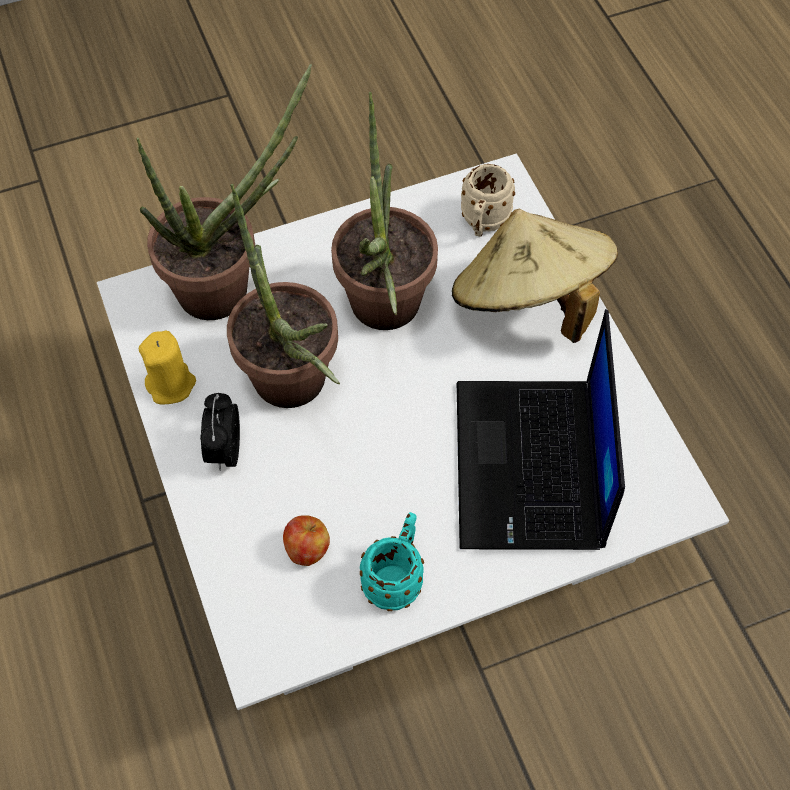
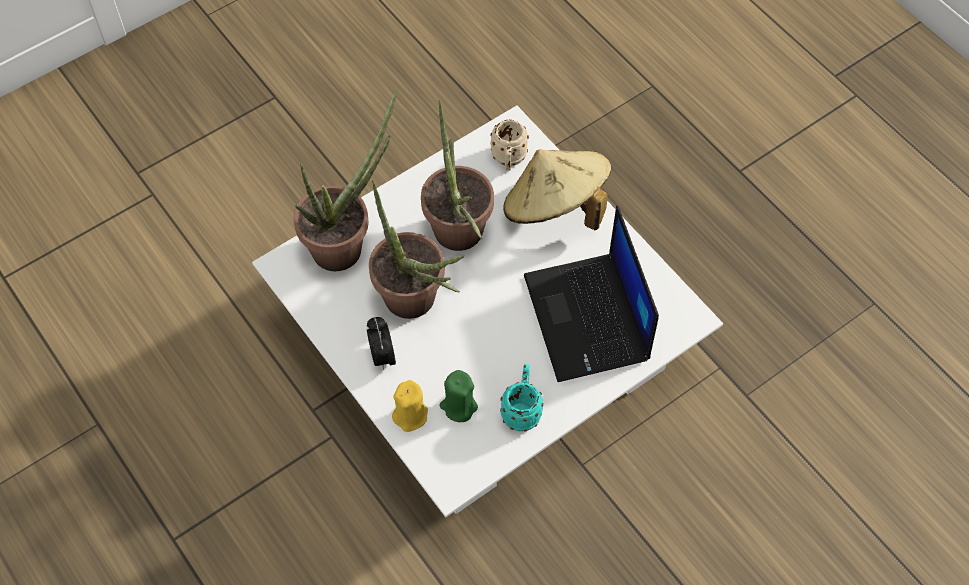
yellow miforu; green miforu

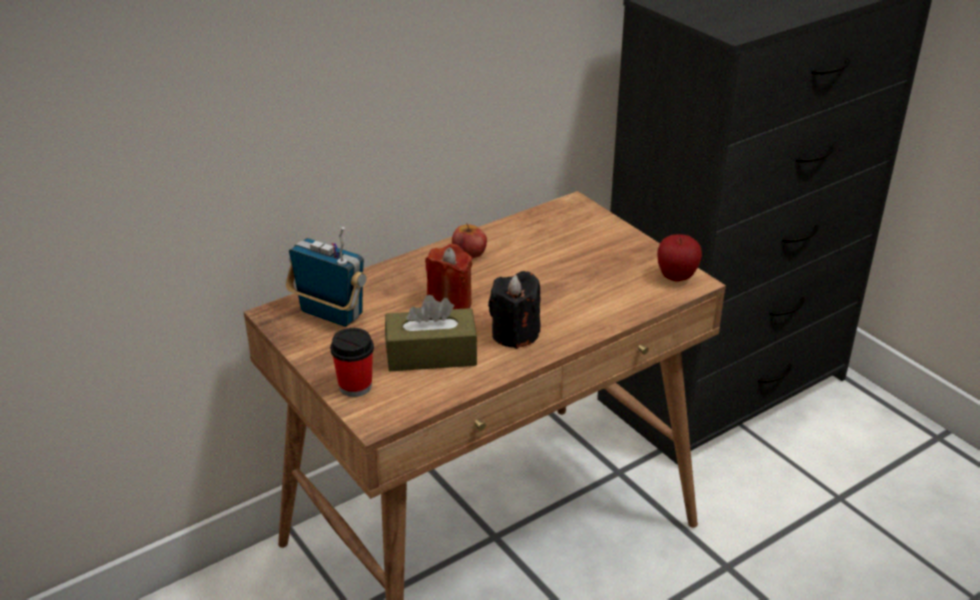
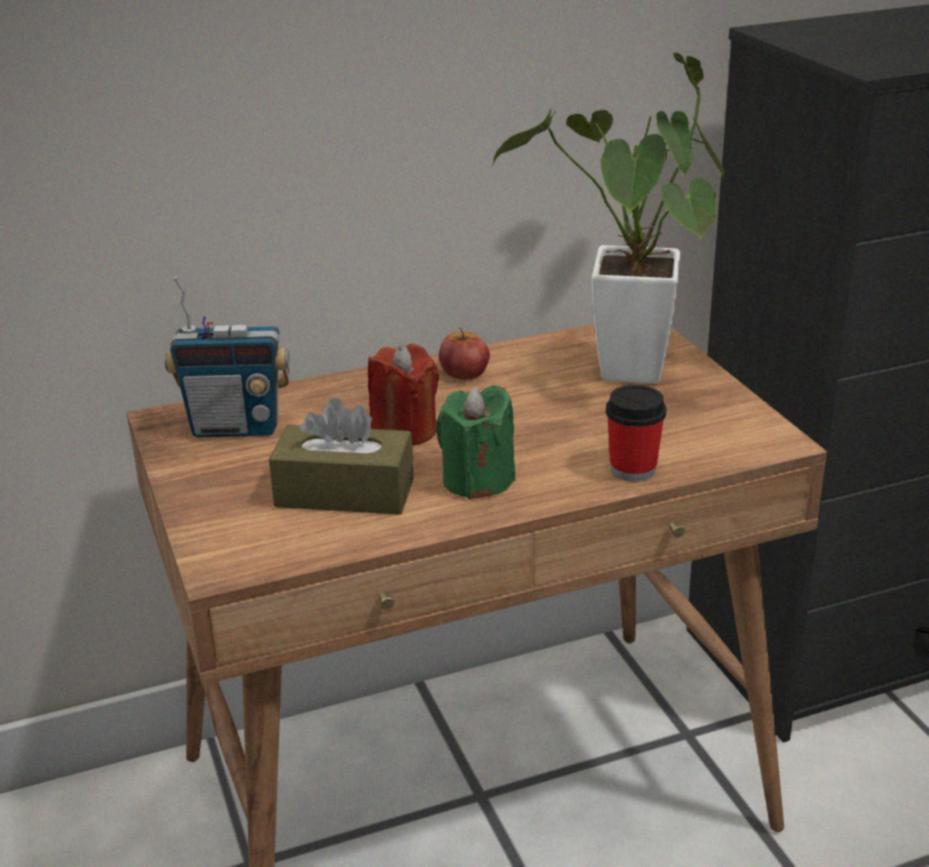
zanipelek; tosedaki (2nd from left in the first image); green miforu; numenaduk; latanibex

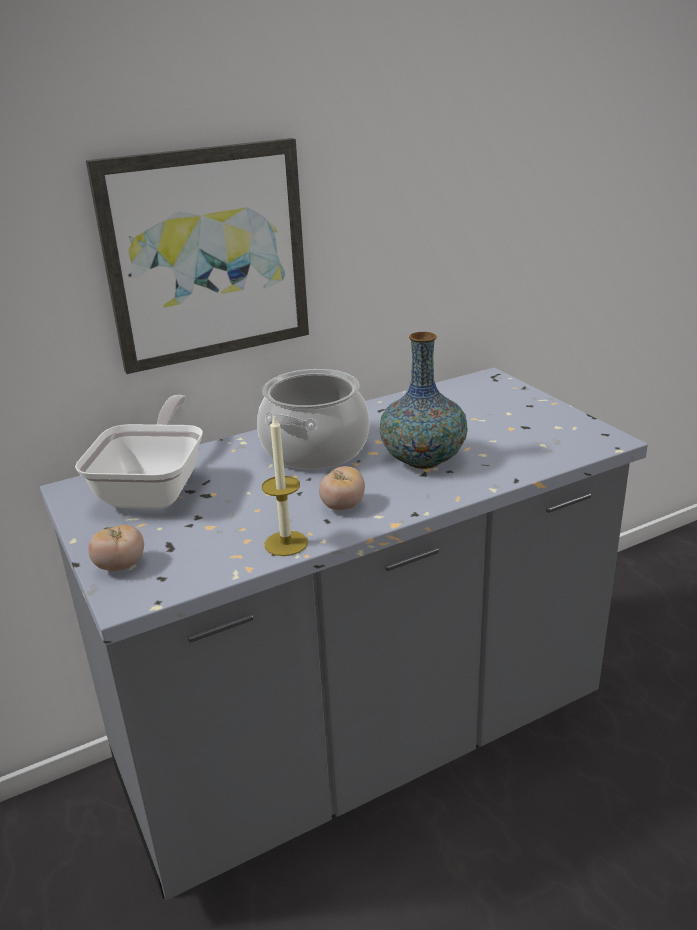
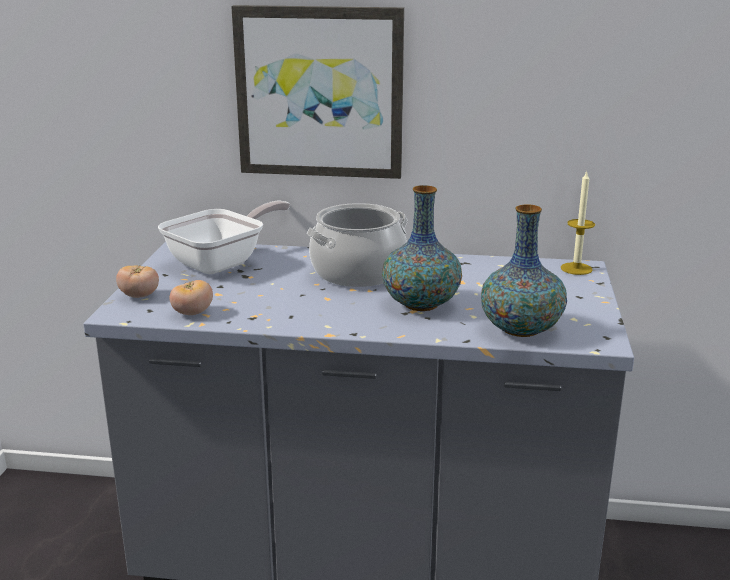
miforu; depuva (2nd from left); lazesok (2nd from left)

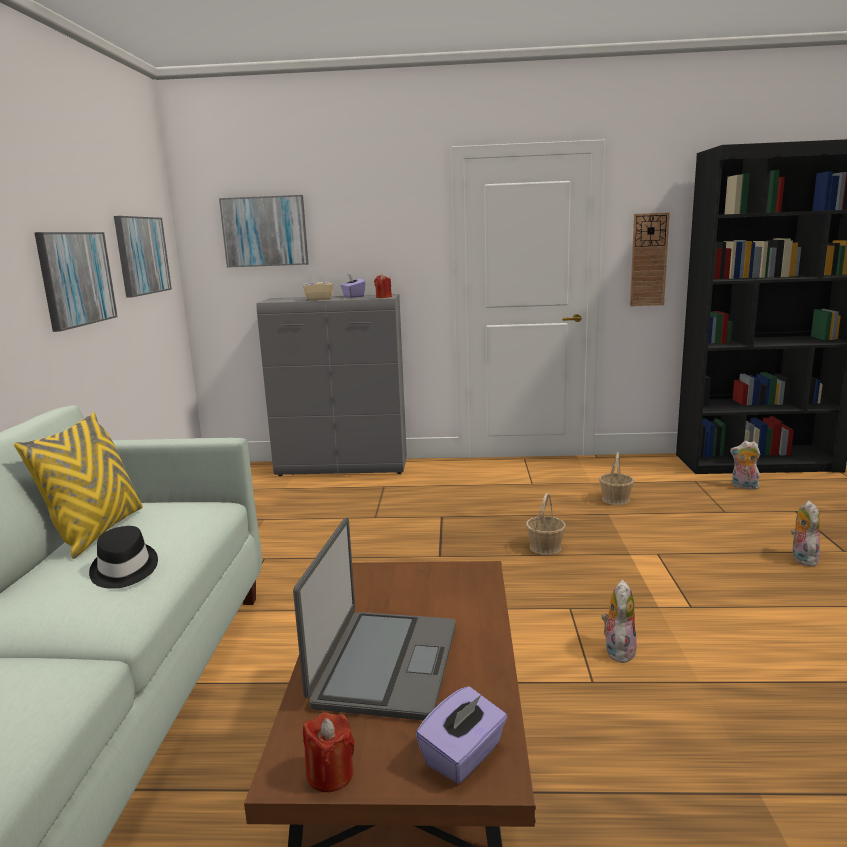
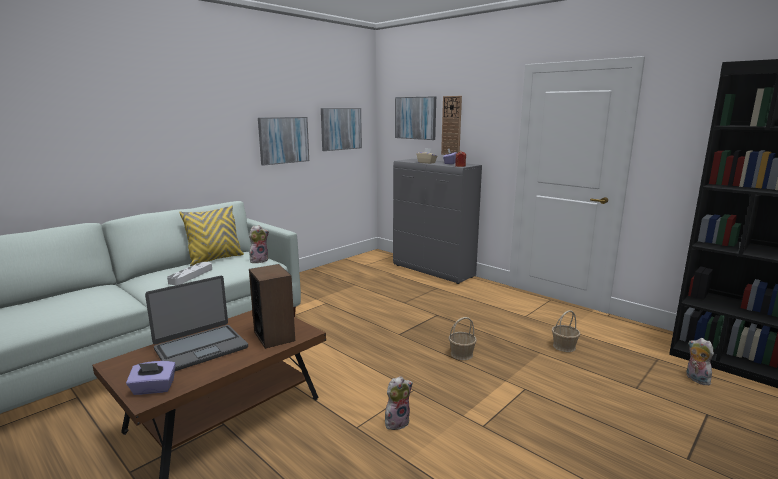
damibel; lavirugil (1st from left); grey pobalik; red miforu (1st from left in the first image); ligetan

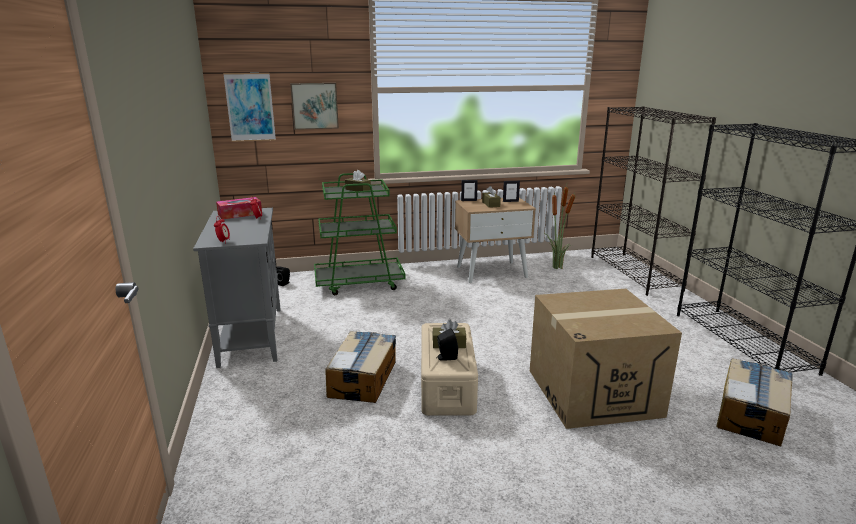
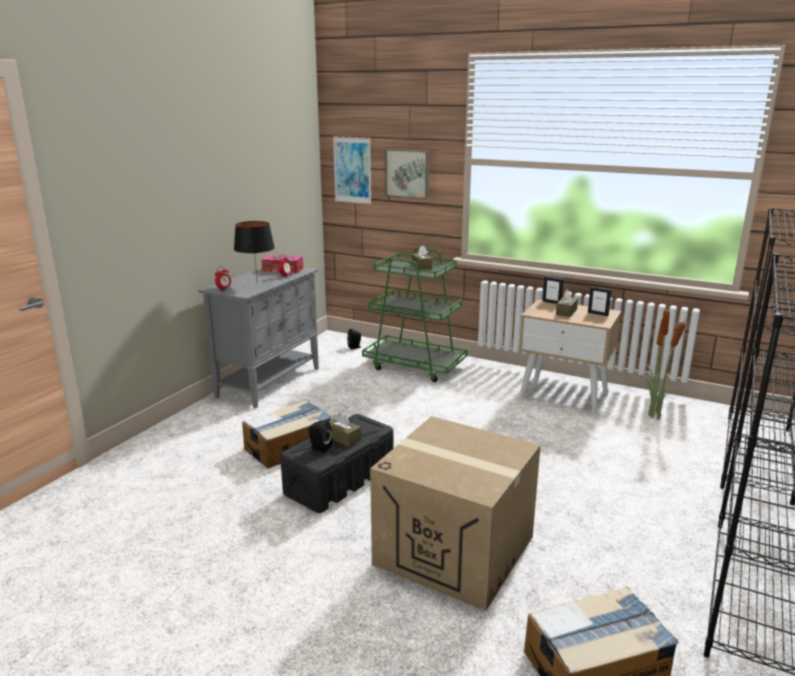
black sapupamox; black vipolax

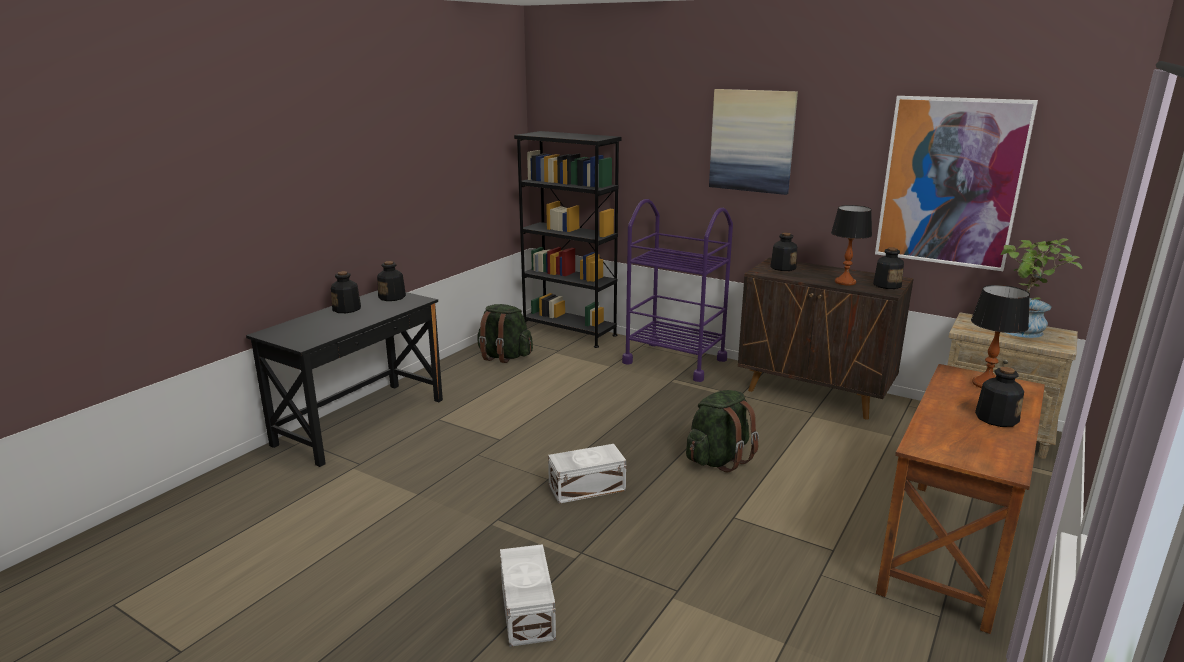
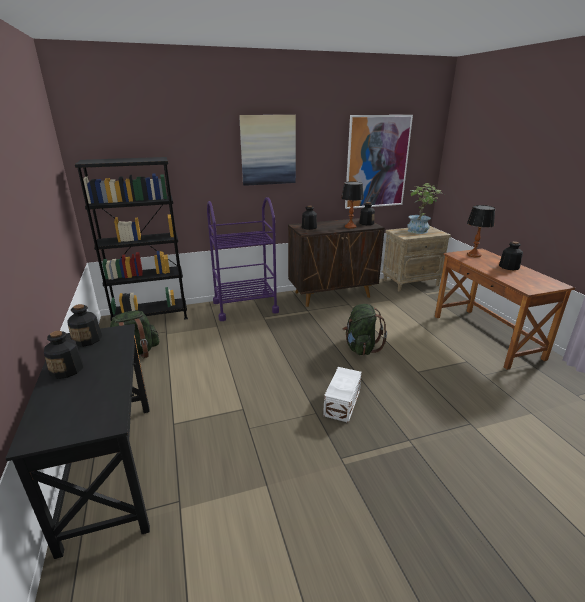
white sapupamox (1st from left in the first image)

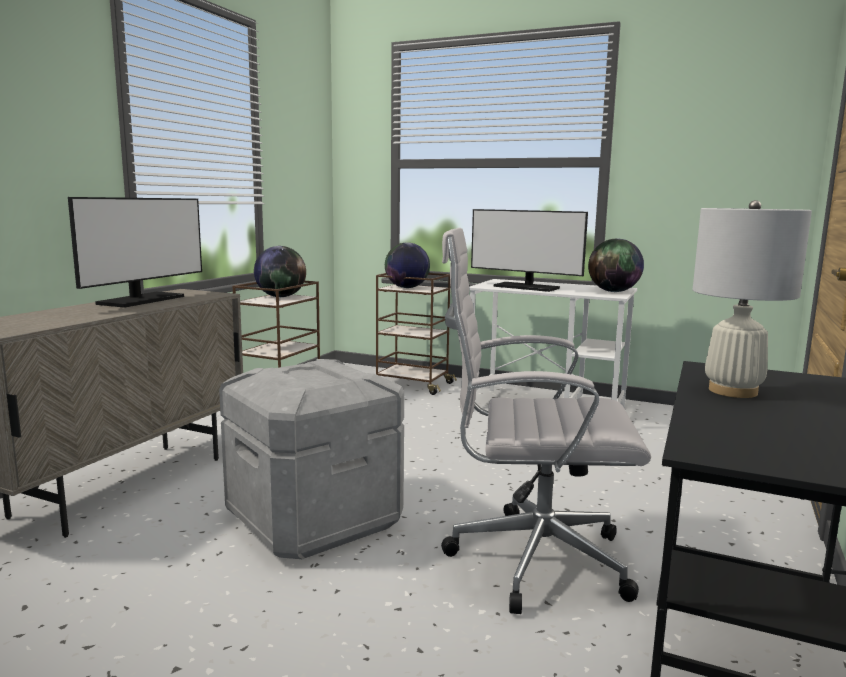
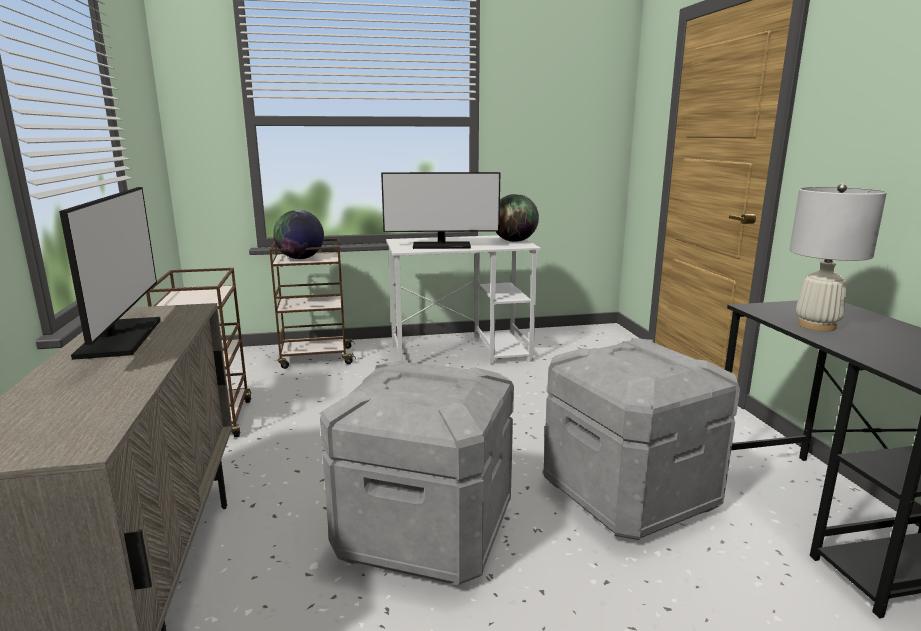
grey sapupamox (2nd from left); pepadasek (1st from left in the first image)

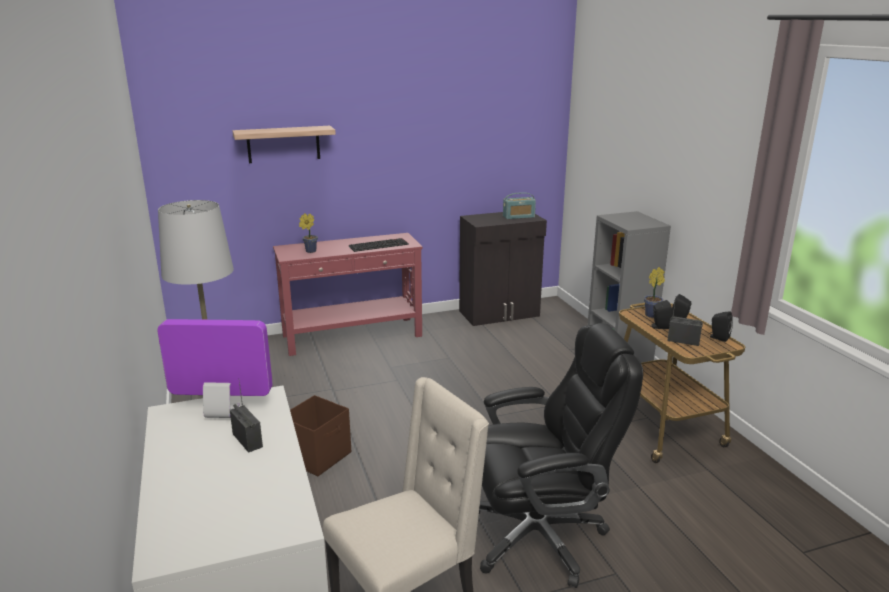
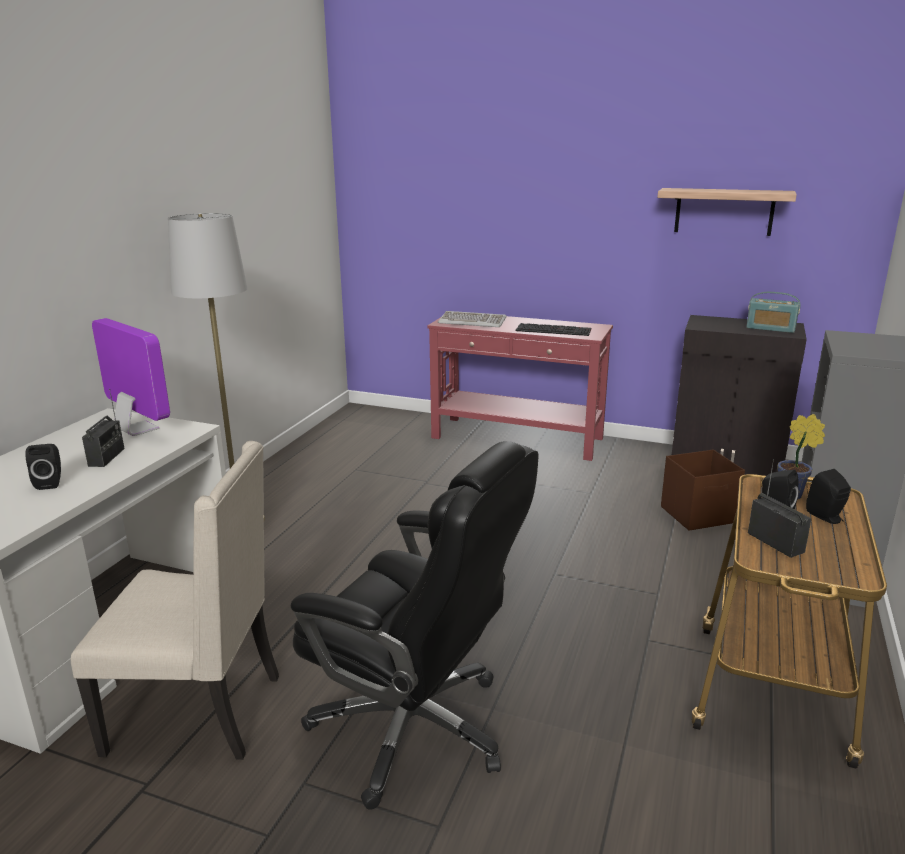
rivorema; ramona (1st from left); black ligetan (1st from left); brown sapupamox

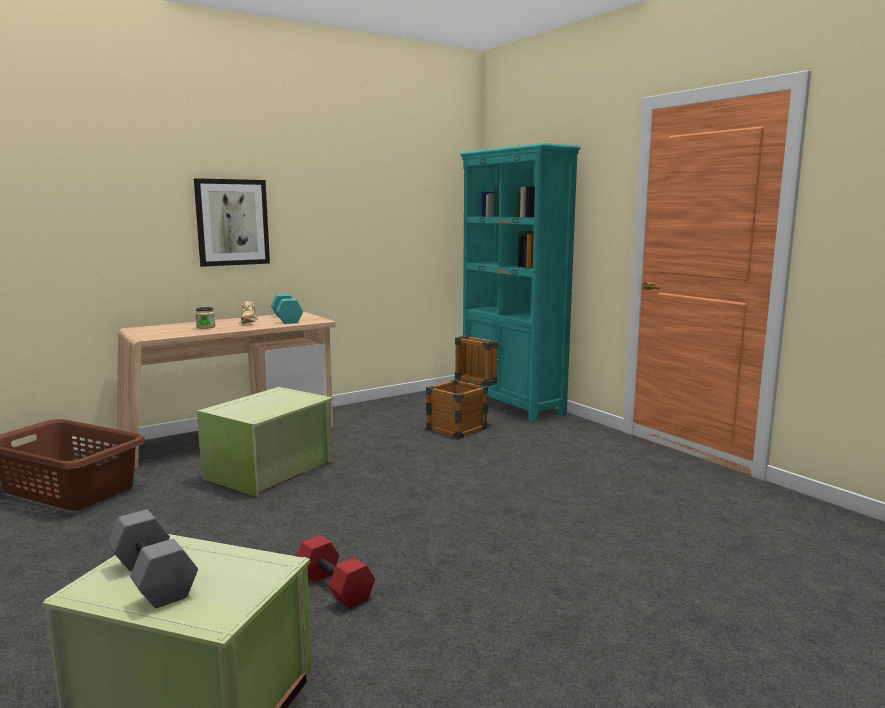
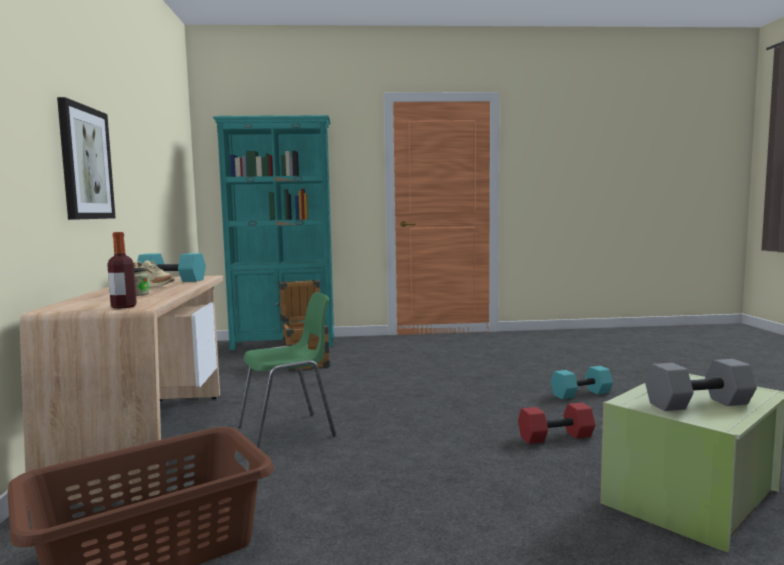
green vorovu; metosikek; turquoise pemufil (2nd from left)

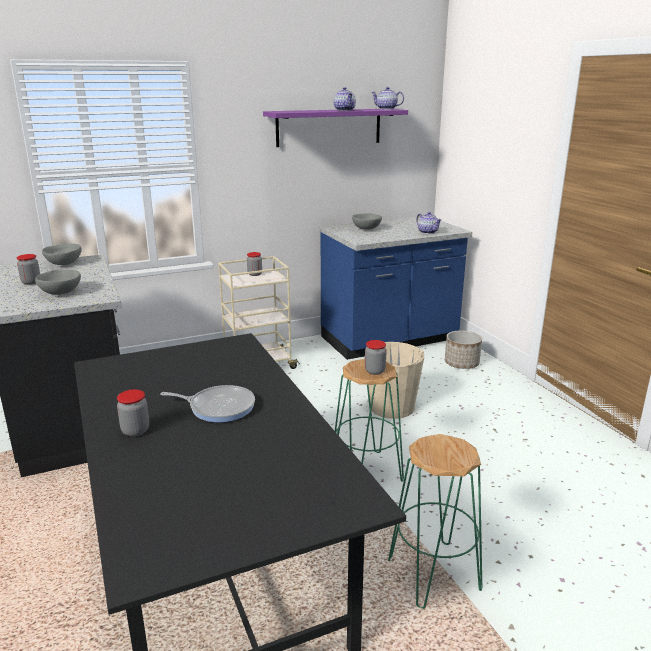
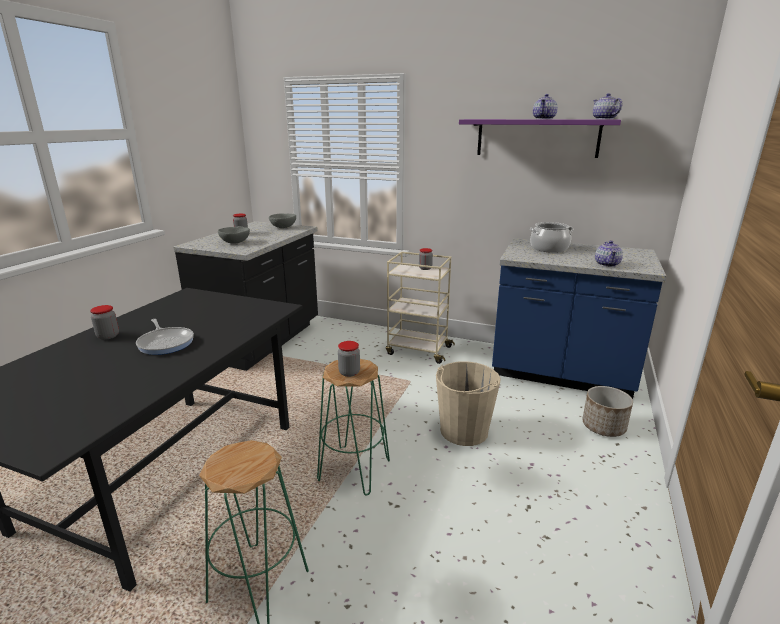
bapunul

